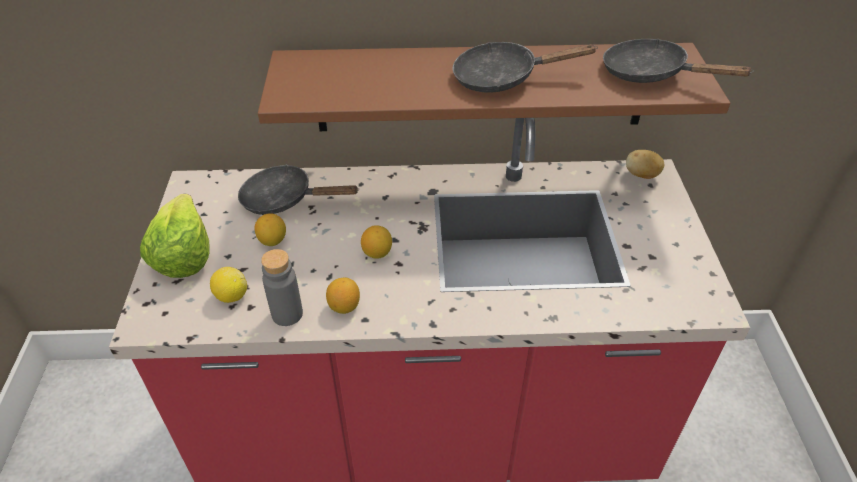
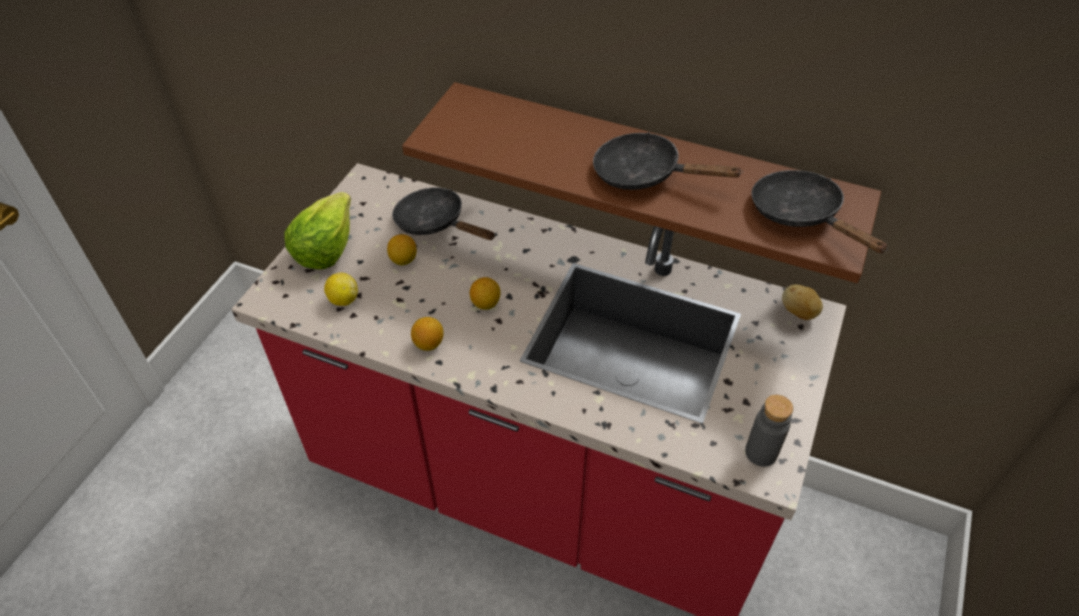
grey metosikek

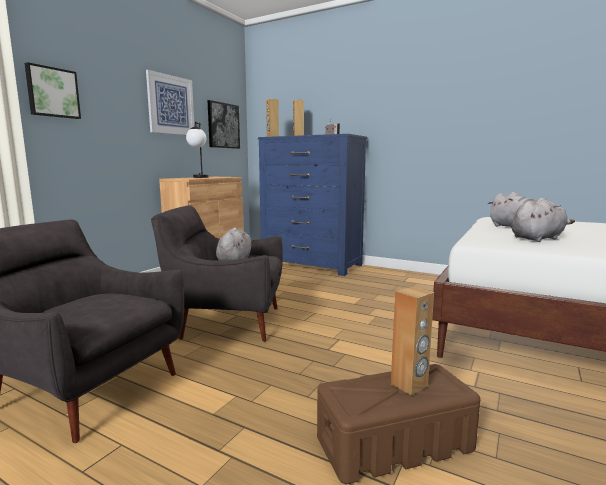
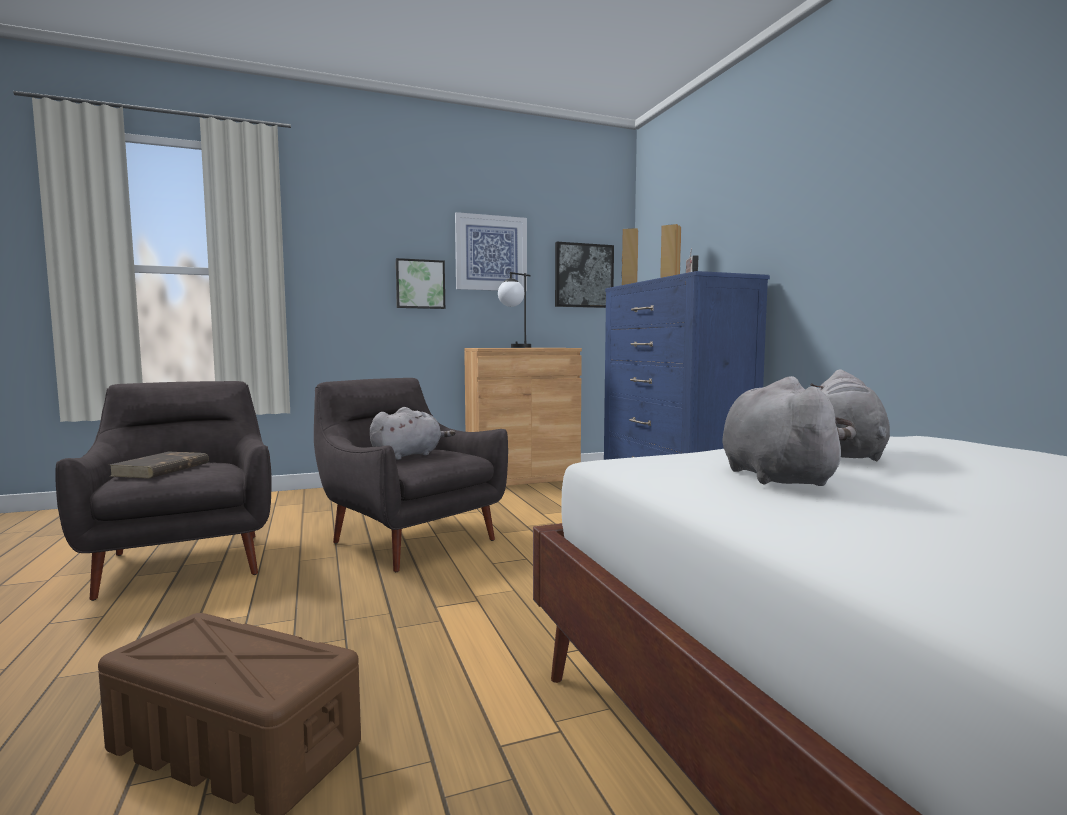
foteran (1st from left); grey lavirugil (2nd from left); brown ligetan (3rd from left in the first image); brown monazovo

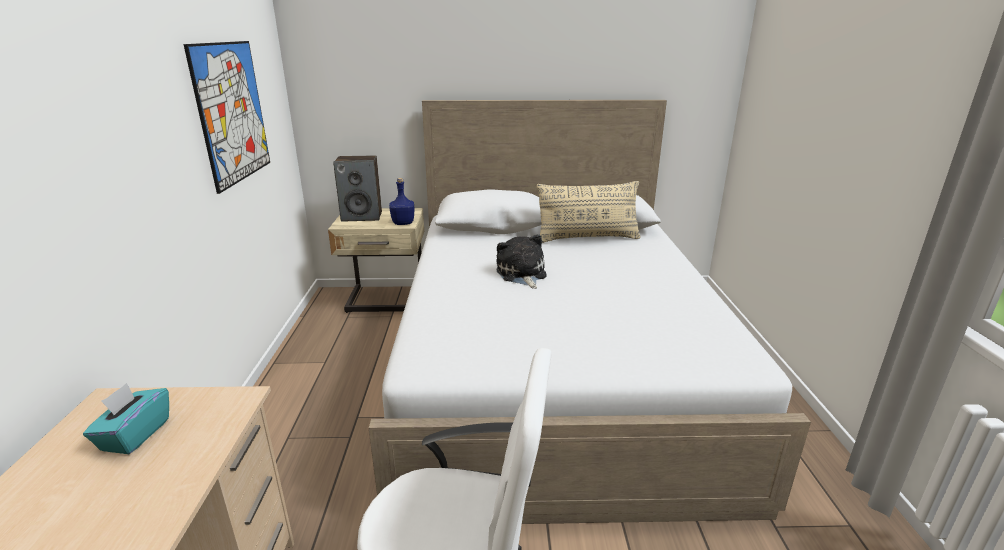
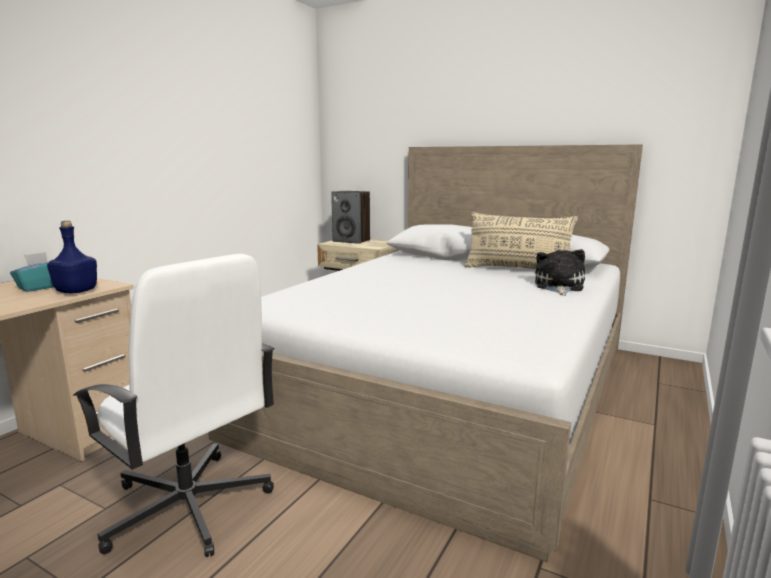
foteran; blue metosikek; lavirugil

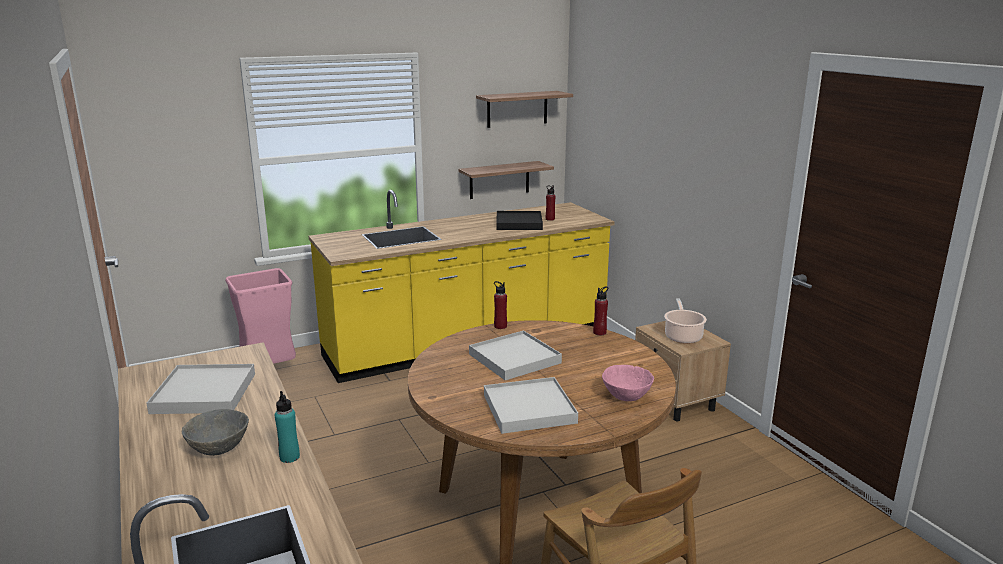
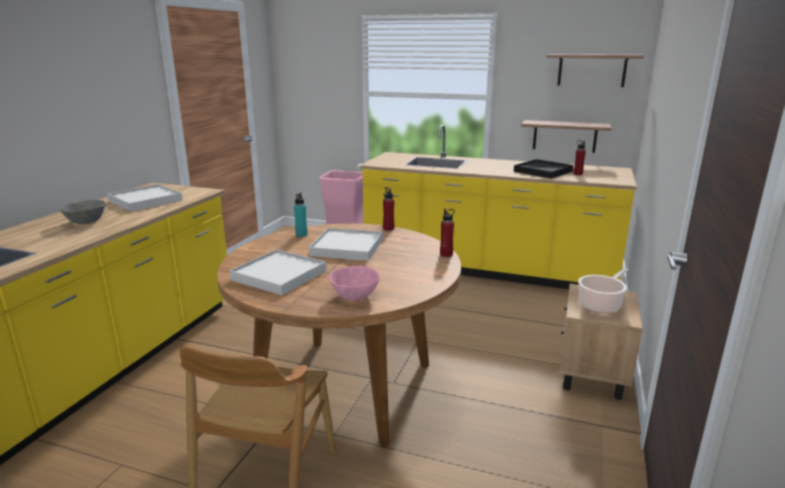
turquoise metosikek

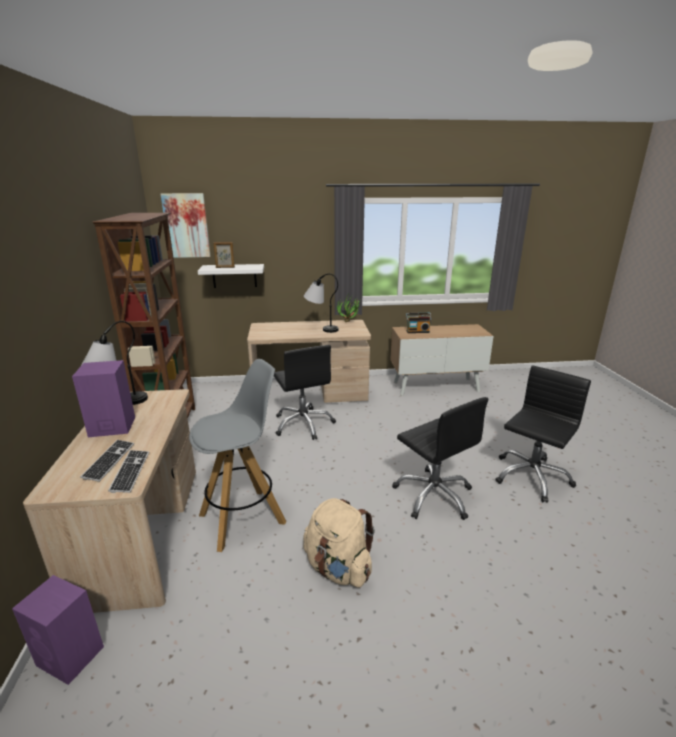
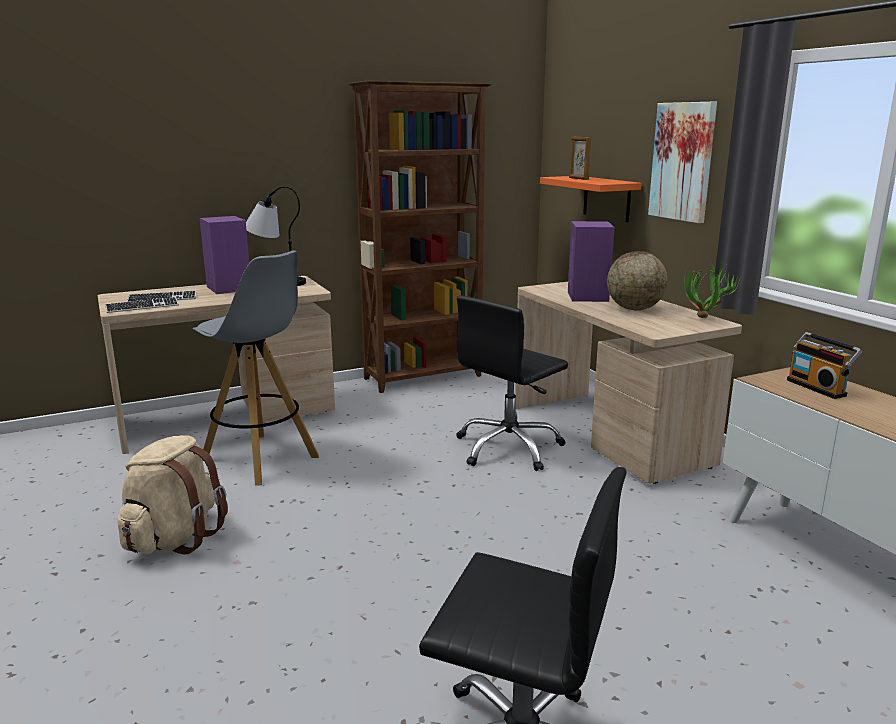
foteran; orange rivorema; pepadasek; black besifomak (2nd from left in the first image); purple ligetan (2nd from left)

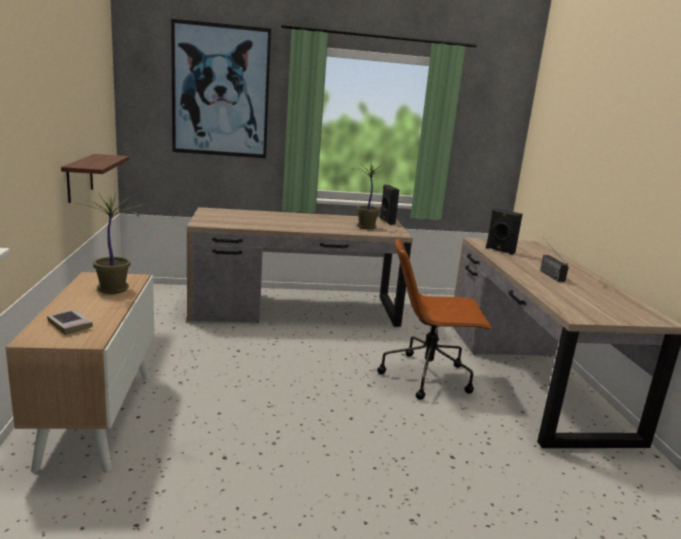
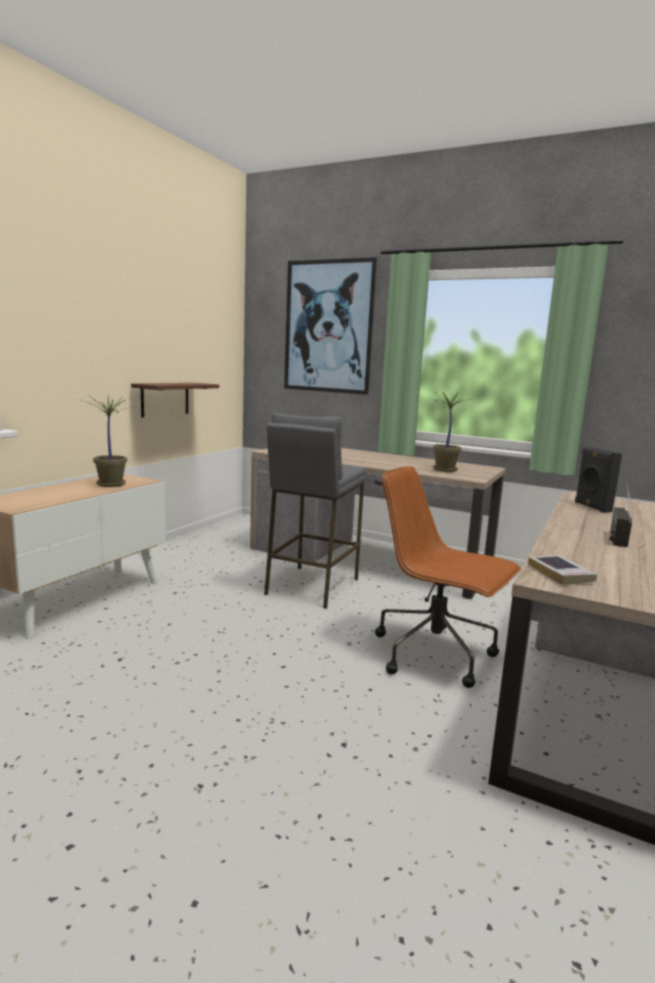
black ligetan (1st from left in the first image); monazovo; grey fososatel

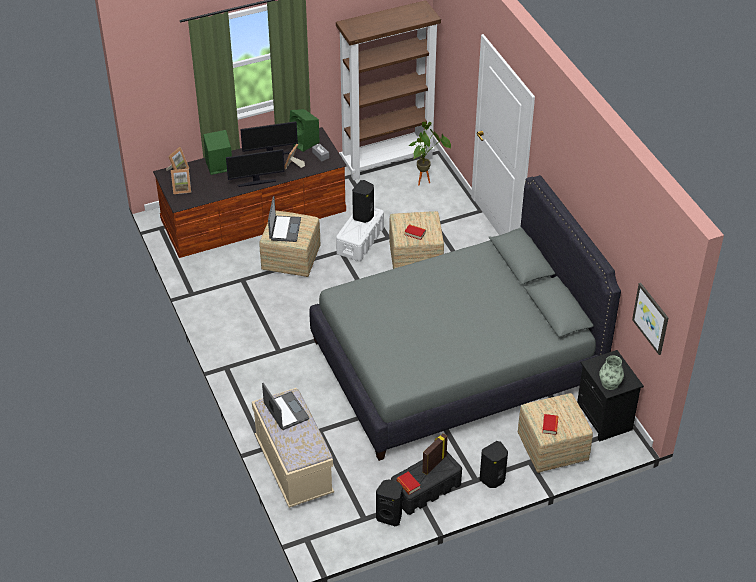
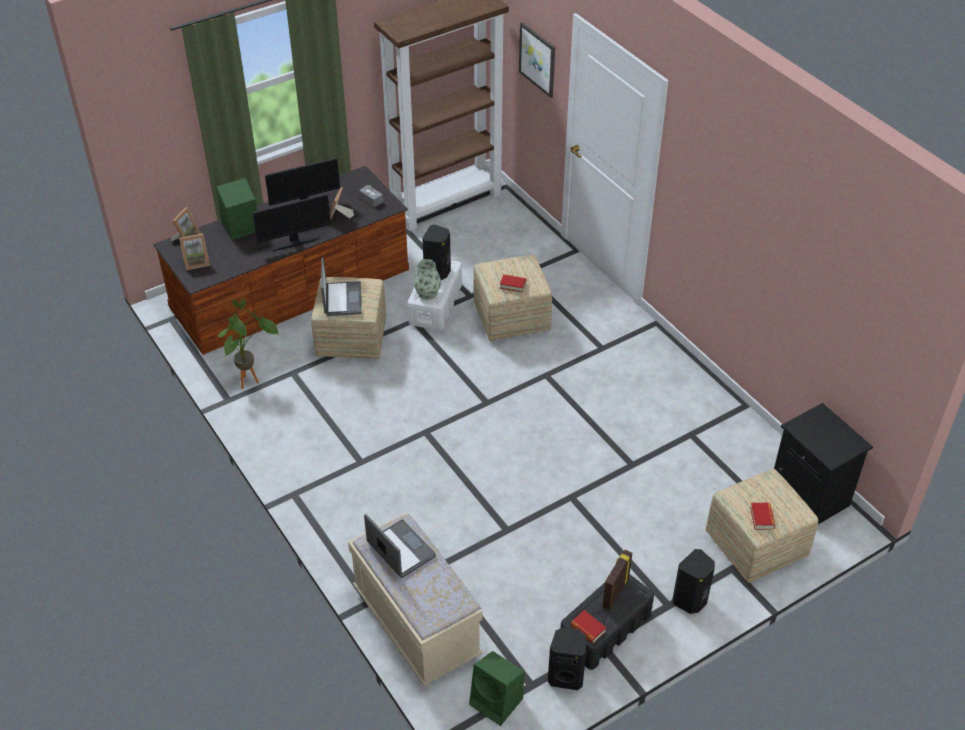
green ligetan (2nd from left); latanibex; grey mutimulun; foteran; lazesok

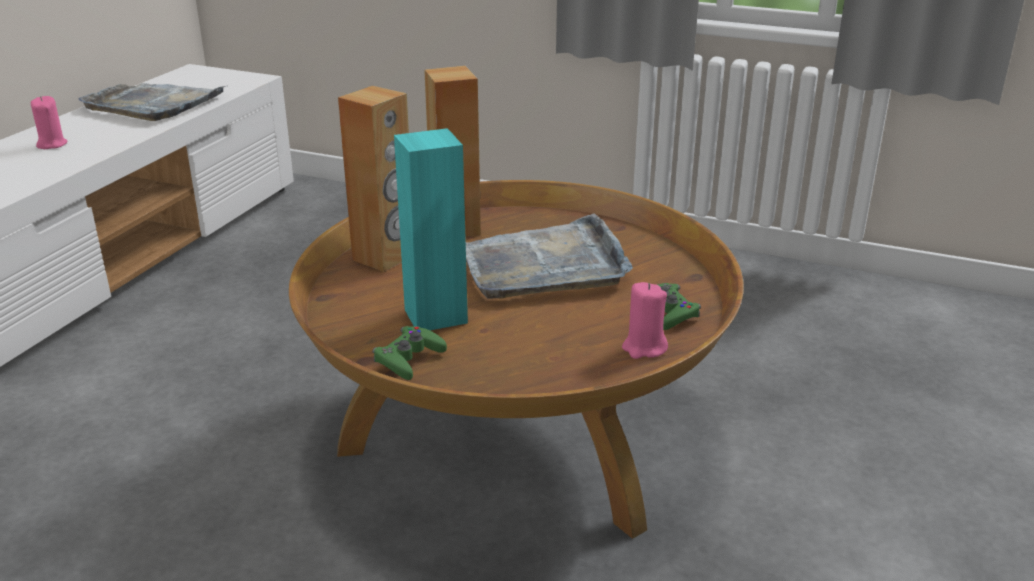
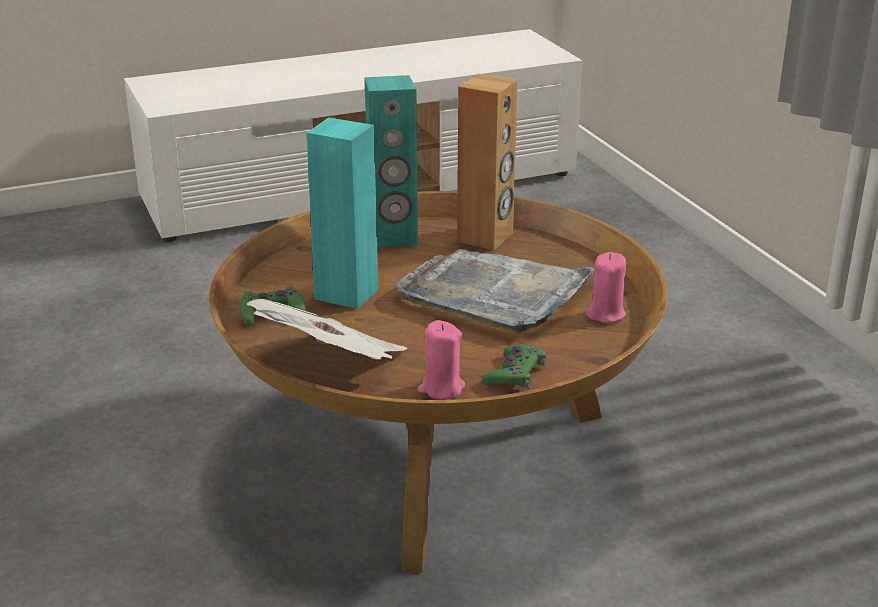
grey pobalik (1st from left in the first image); turquoise ligetan (2nd from left); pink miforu (2nd from left); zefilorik

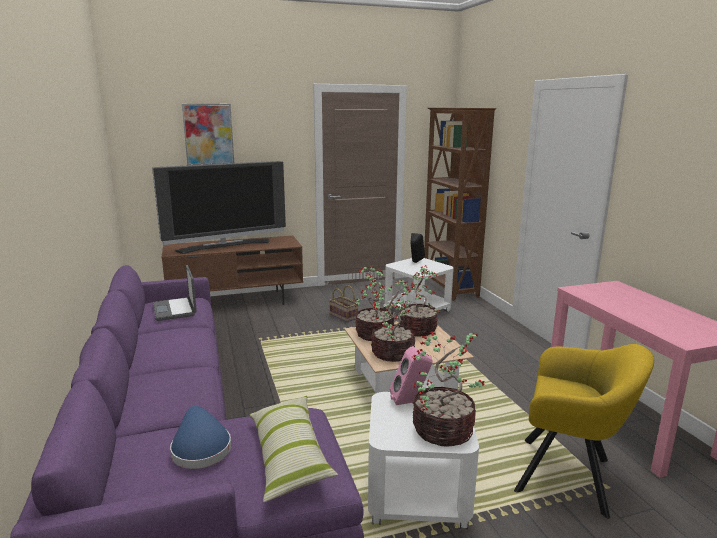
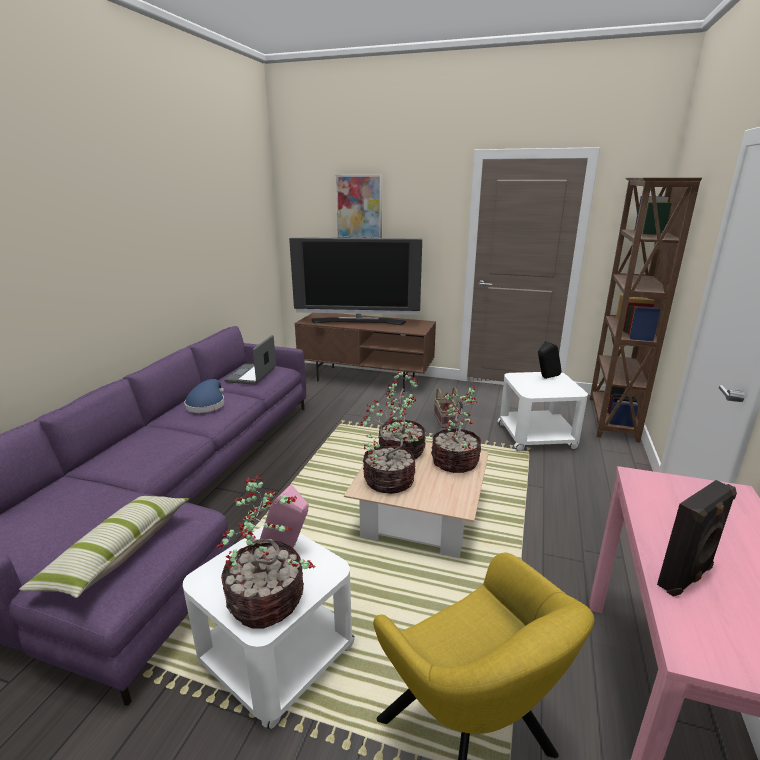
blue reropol; black ligetan (2nd from left)

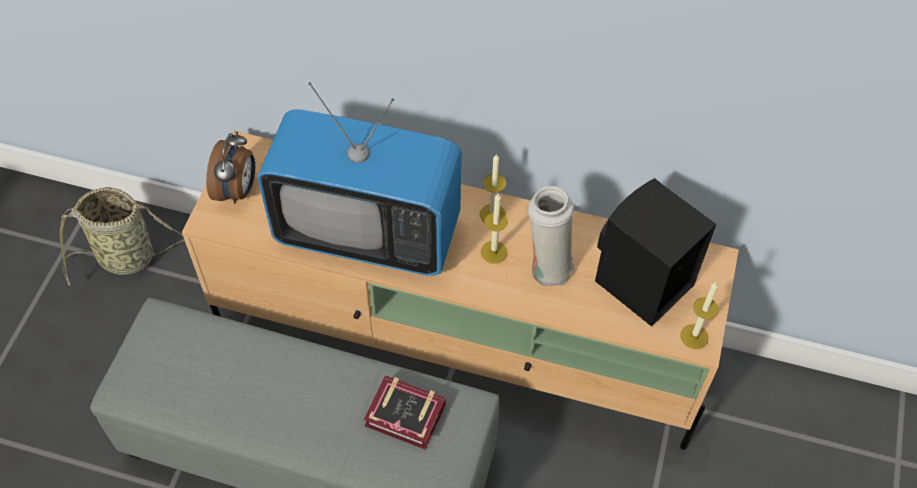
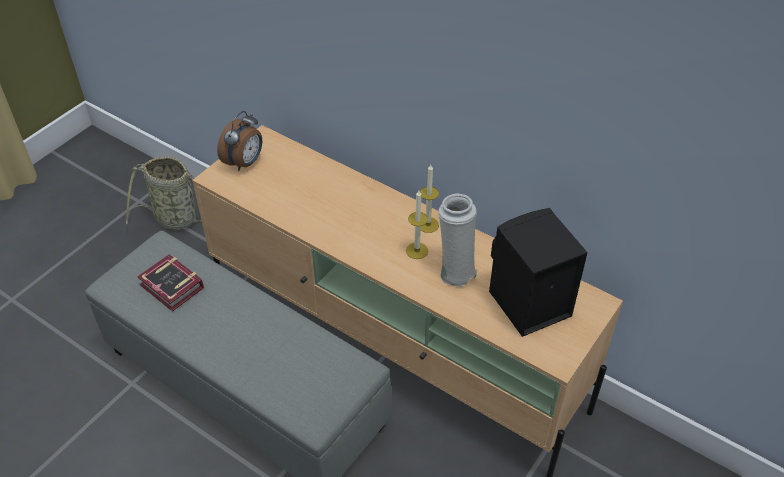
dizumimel; miforu (3rd from left in the first image); monazovo

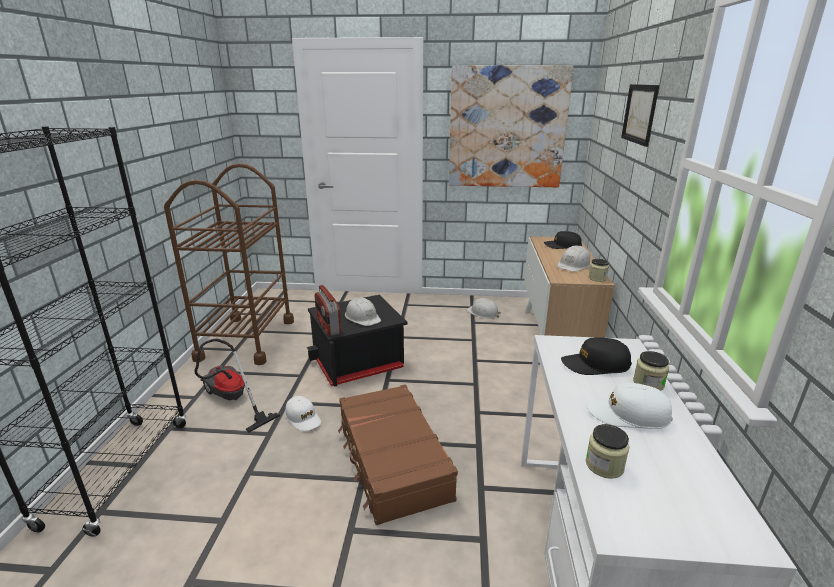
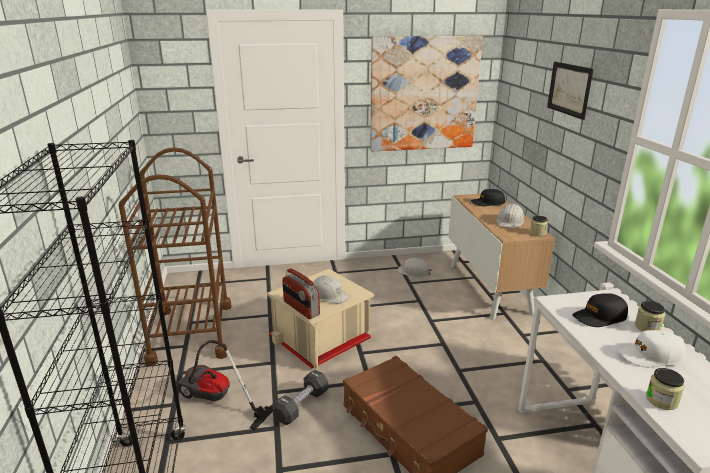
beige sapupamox; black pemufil

